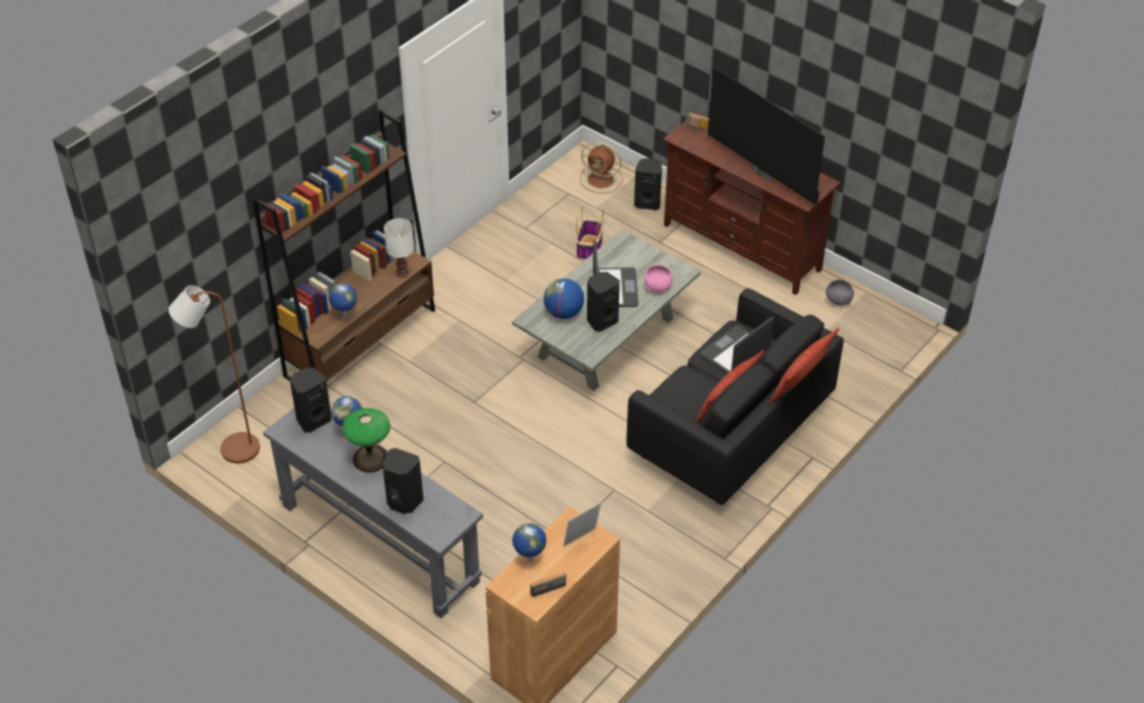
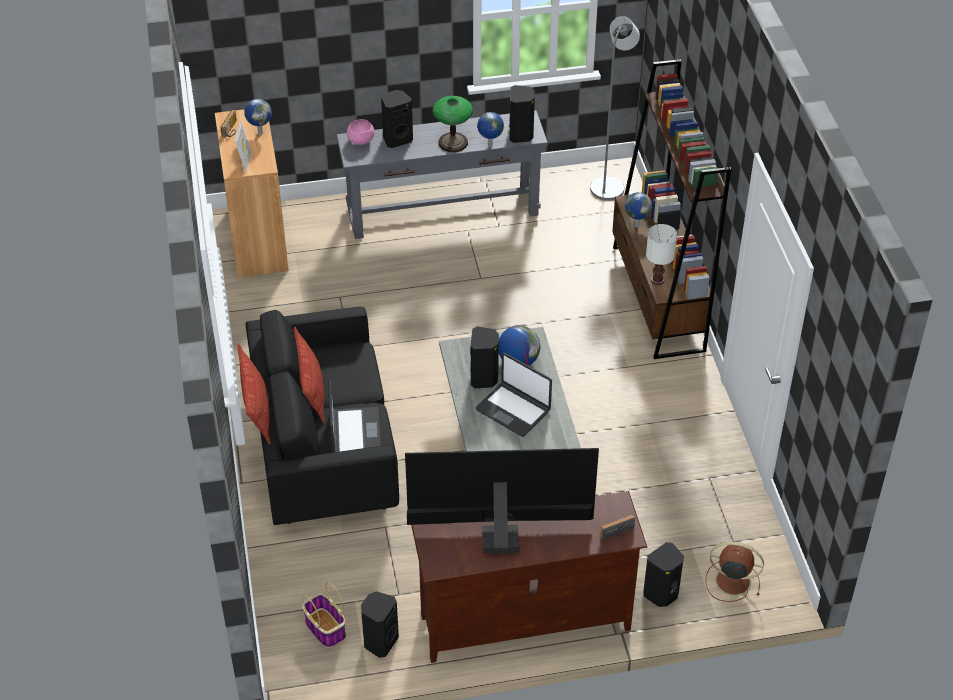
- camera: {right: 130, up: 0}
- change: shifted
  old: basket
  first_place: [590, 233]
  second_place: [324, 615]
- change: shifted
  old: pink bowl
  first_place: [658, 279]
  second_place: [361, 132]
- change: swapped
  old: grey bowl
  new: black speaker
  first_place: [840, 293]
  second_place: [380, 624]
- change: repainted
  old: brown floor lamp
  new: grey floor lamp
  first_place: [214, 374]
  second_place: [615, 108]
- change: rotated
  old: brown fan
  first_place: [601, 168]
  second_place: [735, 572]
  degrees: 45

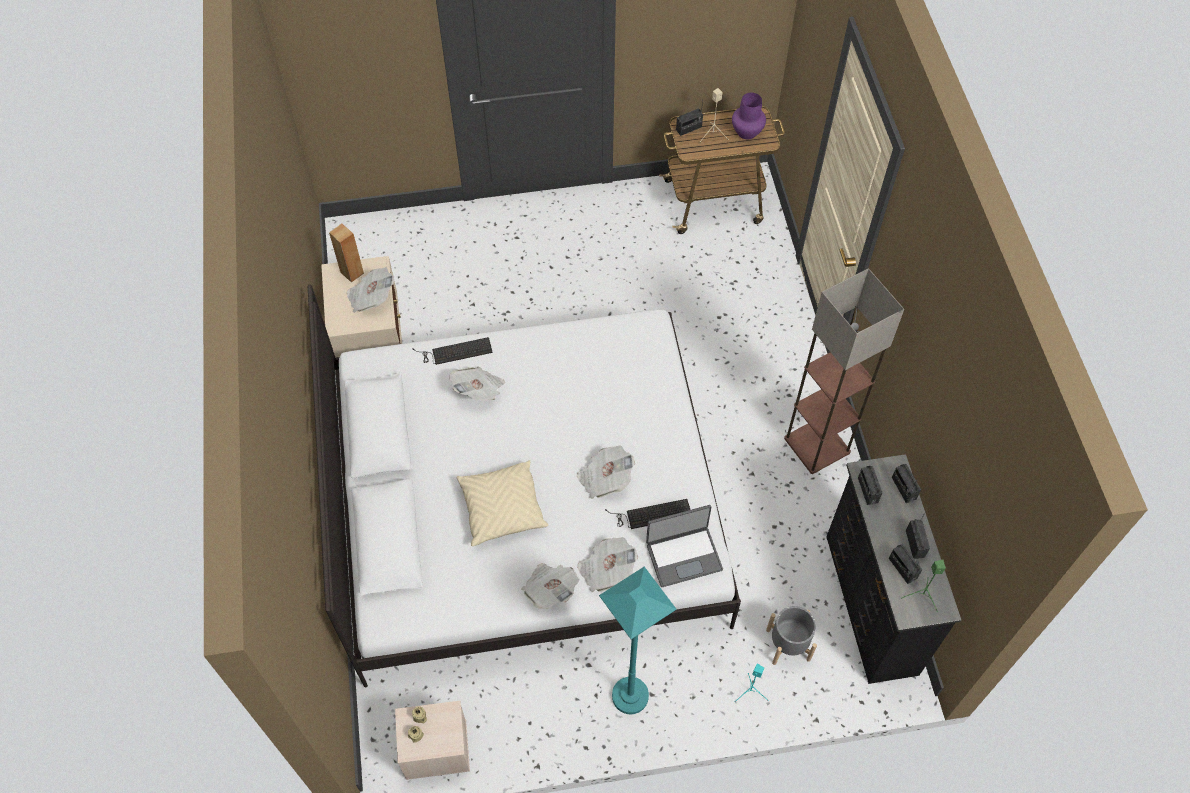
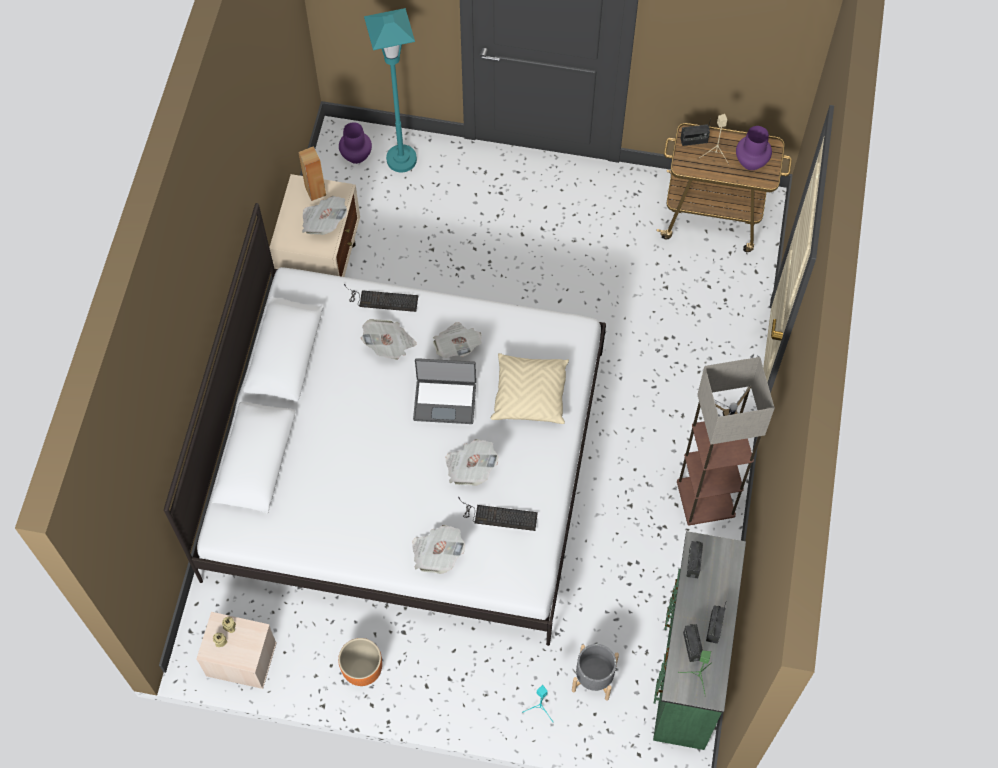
- camera: {right: 20, up: 5}
- change: gone
  old: radio
  first_place: [906, 483]
- change: new
  new: orange planter
  second_place: [360, 662]
- change: new
  new: purple vase
  second_place: [355, 143]
- change: shifted
  old: beige pillow
  first_place: [502, 503]
  second_place: [529, 388]
- change: shifted
  old: newspaper
  first_place: [550, 586]
  second_place: [457, 340]
- change: shifted
  old: turquoise floor lamp
  first_place: [638, 640]
  second_place: [390, 90]
- change: shifted
  old: laptop
  first_place: [684, 546]
  second_place: [444, 391]
- change: repainted
  old: black dresser
  new: green dresser
  first_place: [893, 569]
  second_place: [699, 640]

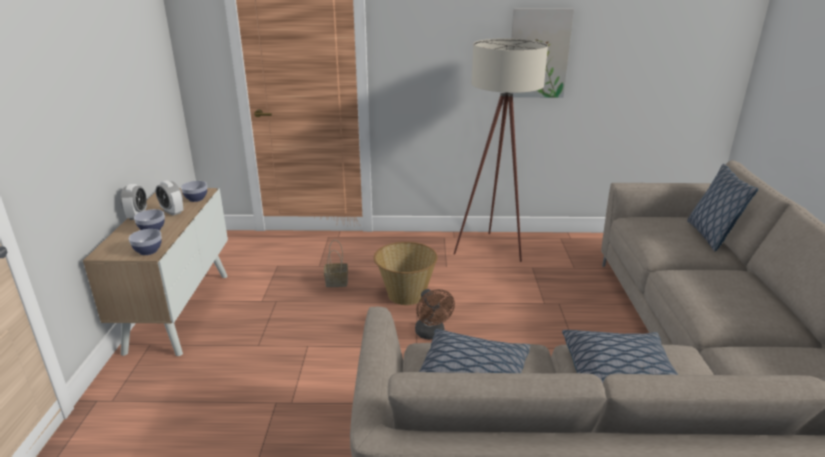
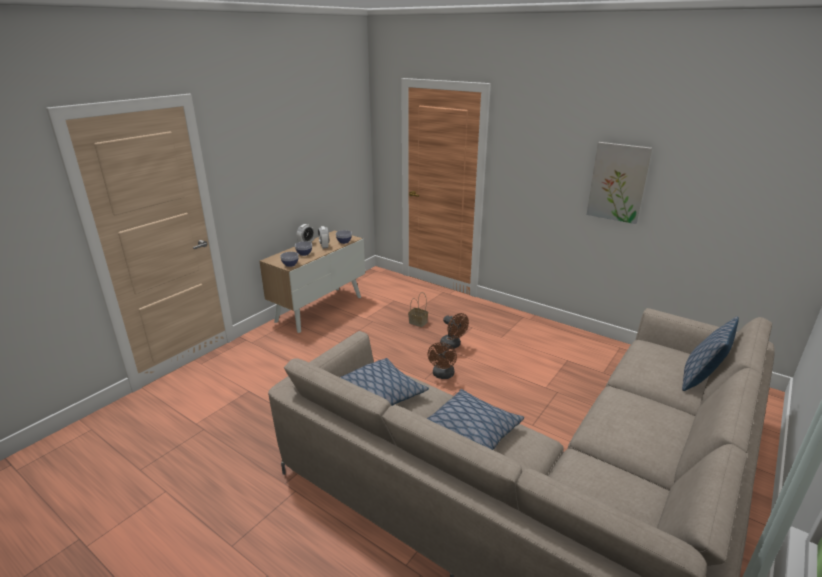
- camera: {right: 35, up: 0}
- change: gone
  old: beige floor lamp
  first_place: [501, 150]
- change: swapped
  old: basket
  new: brown fan
  first_place: [406, 273]
  second_place: [454, 331]

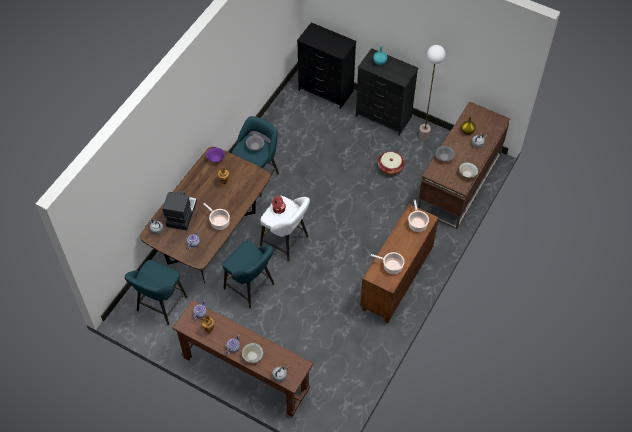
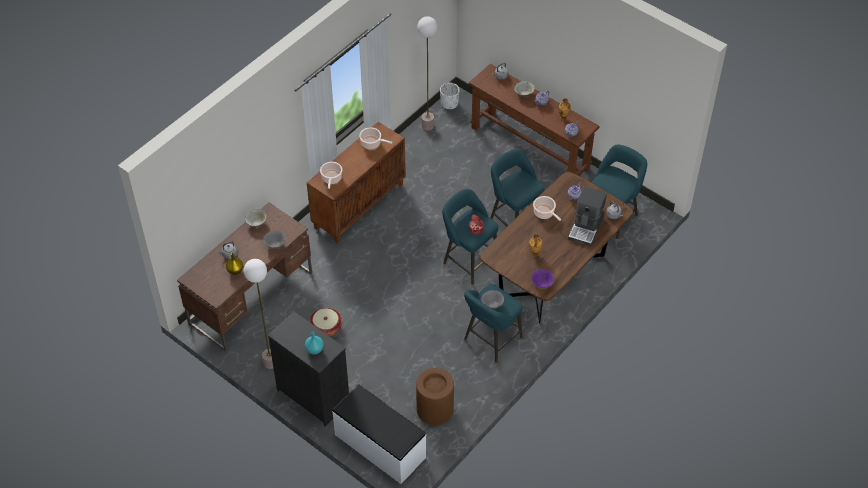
- camera: {right: -170, up: -5}
- change: new
  new: brown trash can
  second_place: [435, 396]
- change: new
  new: floor lamp
  second_place: [427, 73]
- change: new
  new: white planter
  second_place: [449, 96]
- change: swapped
  old: black dresser
  new: white bench
  first_place: [327, 65]
  second_place: [379, 434]
- change: repainted
  old: white stool
  new: turquoise stool
  first_place: [285, 228]
  second_place: [470, 237]

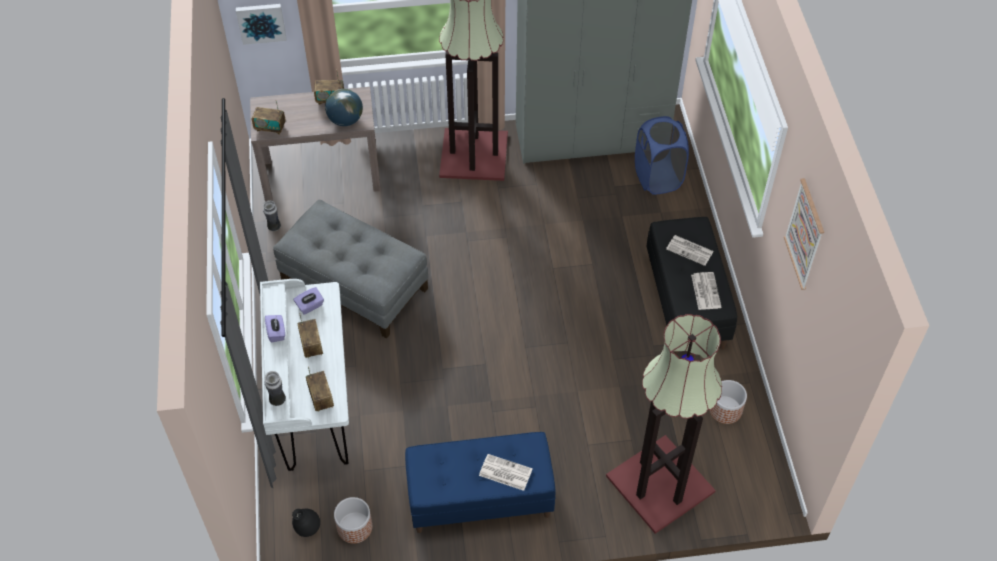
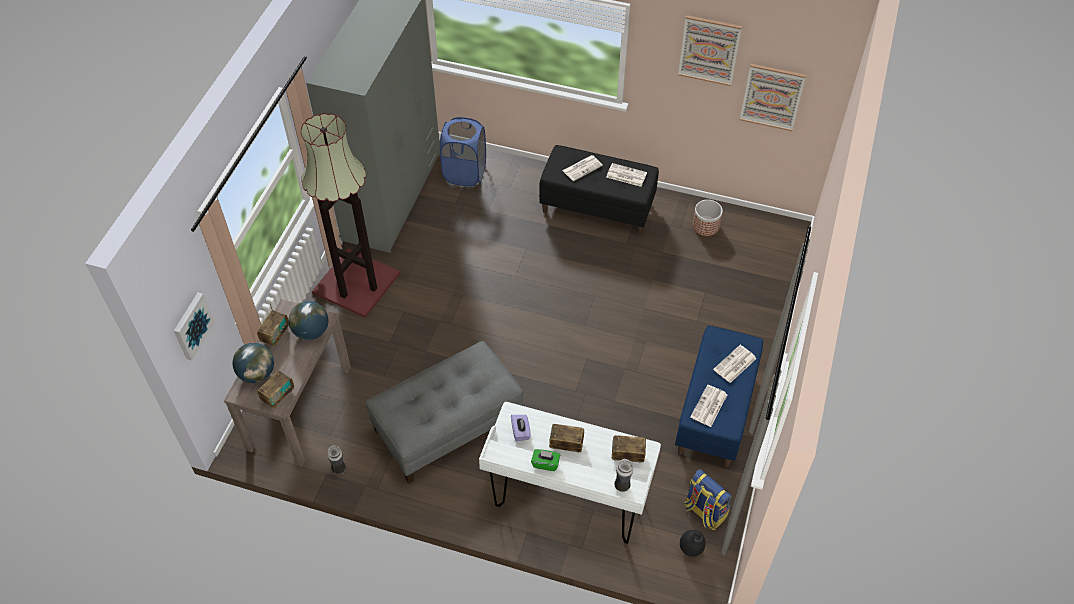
- camera: {right: -65, up: 0}
- change: gone
  old: floor lamp
  first_place: [664, 424]
- change: new
  new: globe
  second_place: [253, 363]
- change: new
  new: newspaper
  second_place: [709, 405]
- change: new
  new: picture
  second_place: [773, 97]
- change: swapped
  old: planter
  new: backpack
  first_place: [353, 520]
  second_place: [708, 499]
- change: repainted
  old: purple tissue box
  new: green tissue box
  first_place: [275, 328]
  second_place: [545, 460]

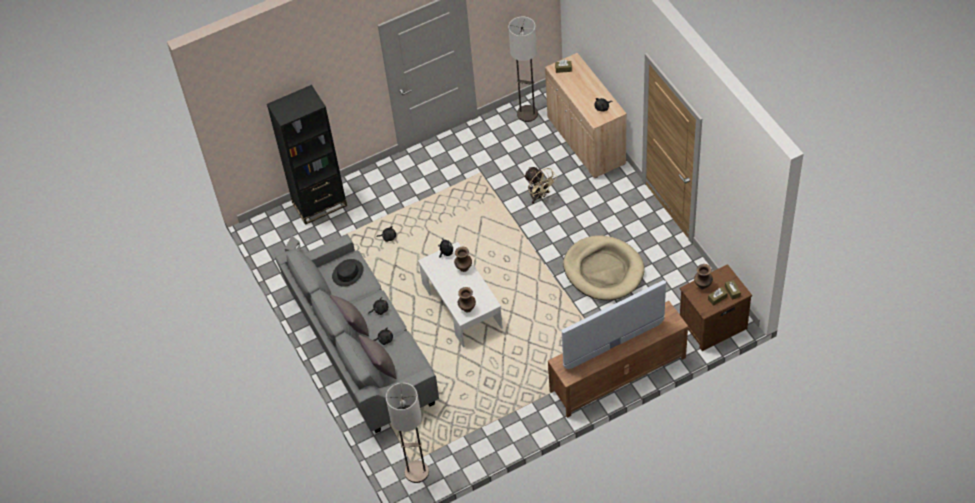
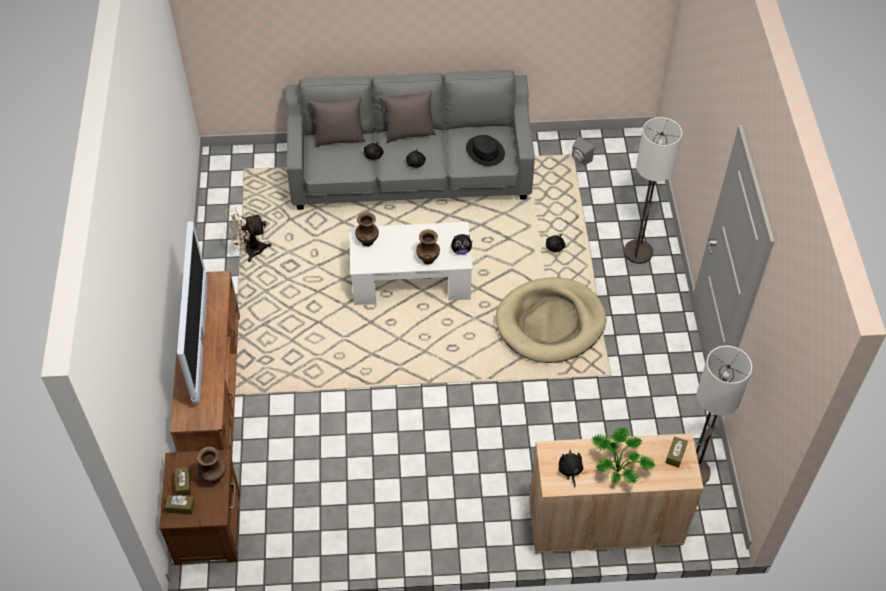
- camera: {right: 110, up: 0}
- change: gone
  old: black bookcase
  first_place: [307, 155]
- change: new
  new: potted plant
  second_place: [623, 455]
- change: shifted
  old: floor lamp
  first_place: [407, 433]
  second_place: [653, 190]
- change: shifted
  old: beige fan
  first_place: [540, 185]
  second_place: [249, 234]
- change: shifted
  old: beige dog bed
  first_place: [604, 267]
  second_place: [551, 320]

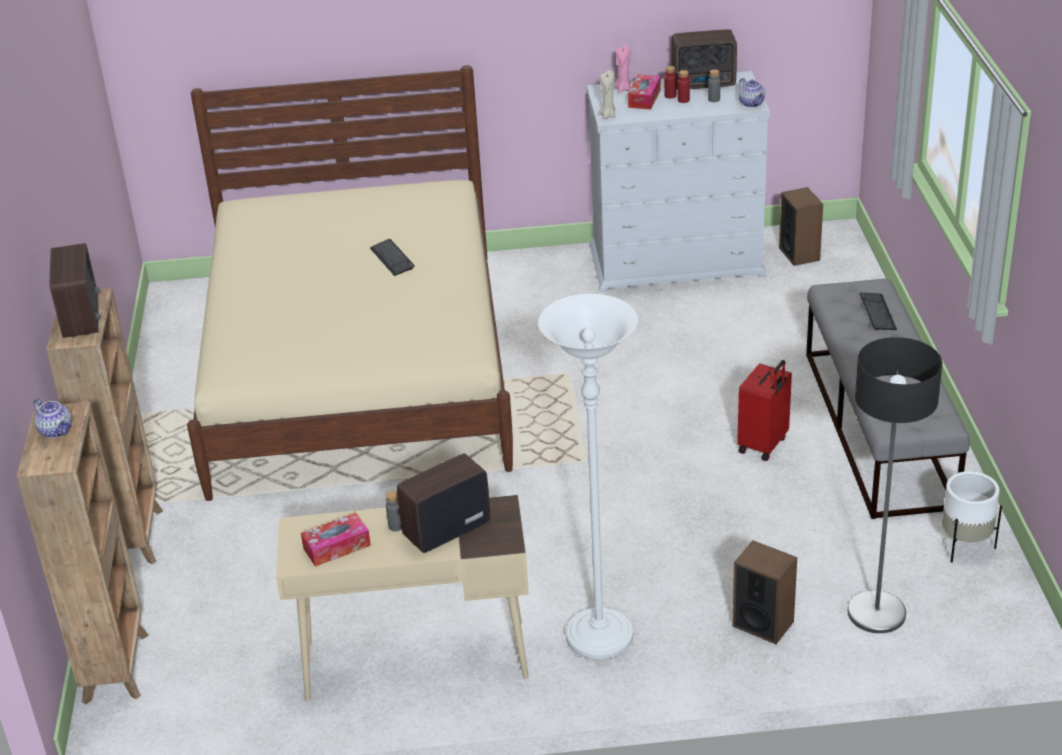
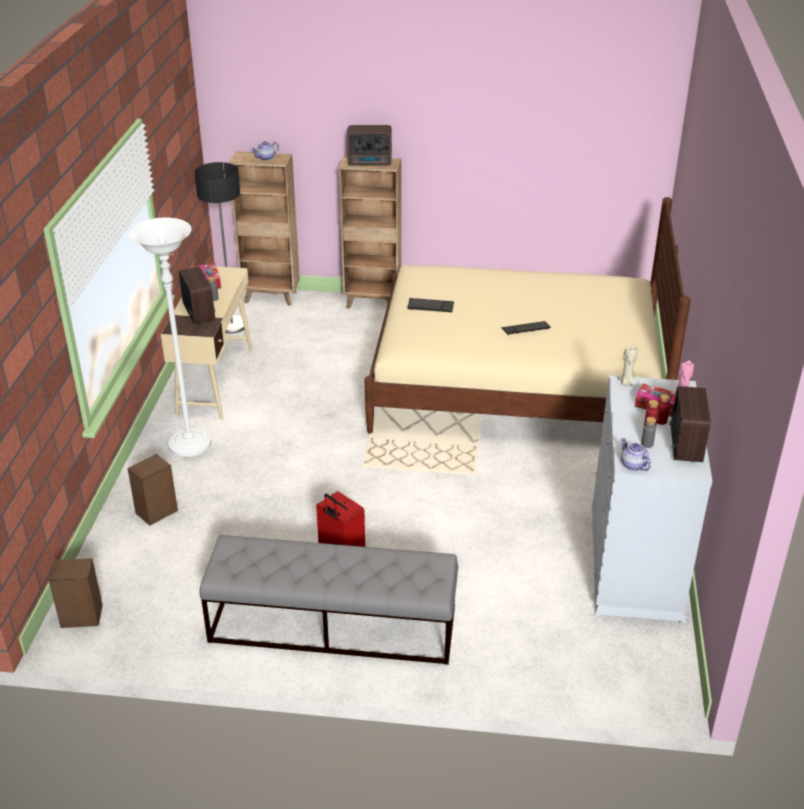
- camera: {right: 100, up: 0}
- change: gone
  old: white planter
  first_place: [972, 517]
- change: shifted
  old: speaker
  first_place: [801, 226]
  second_place: [76, 593]
- change: shifted
  old: floor lamp
  first_place: [894, 485]
  second_place: [221, 248]
- change: shifted
  old: keyboard
  first_place: [878, 311]
  second_place: [430, 305]
- change: rotated
  old: teapot
  first_place: [752, 92]
  second_place: [636, 454]
  degrees: 75

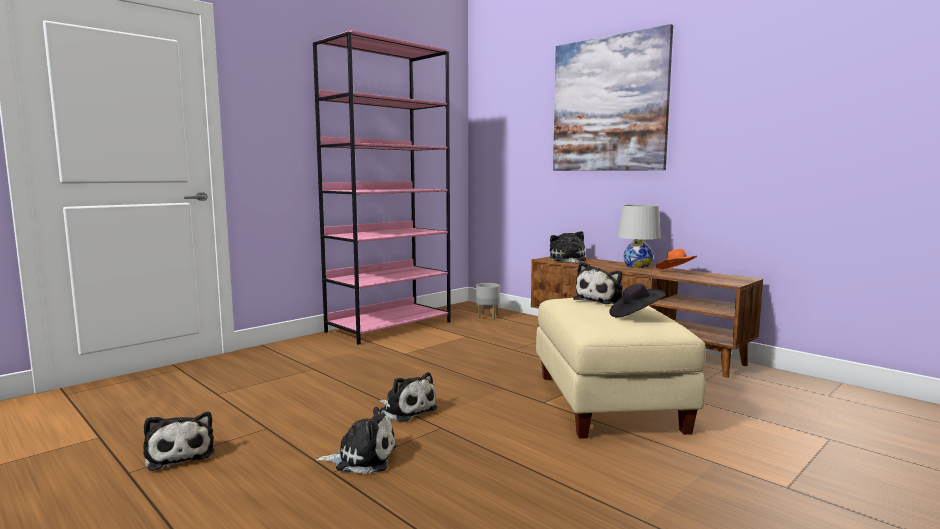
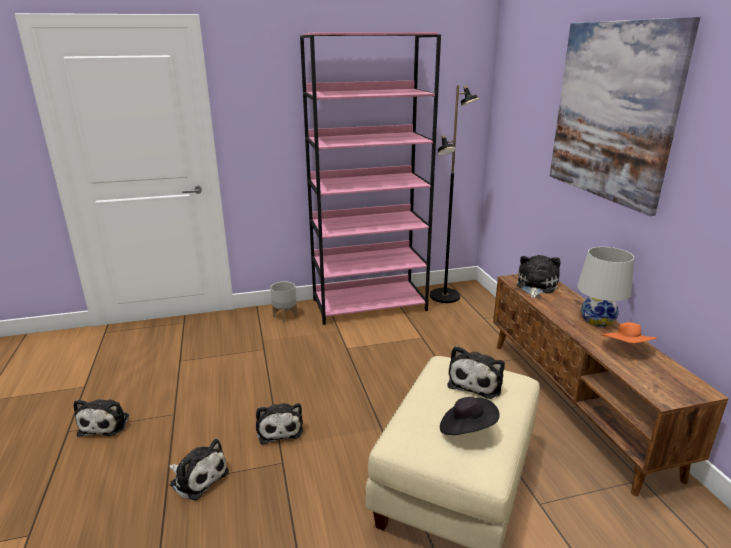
- camera: {right: 30, up: 15}
- change: new
  new: black floor lamp
  second_place: [454, 194]
- change: shifted
  old: grey planter
  first_place: [488, 301]
  second_place: [283, 302]
- change: rotated
  old: plush toy
  first_place: [598, 283]
  second_place: [476, 372]
  degrees: -45

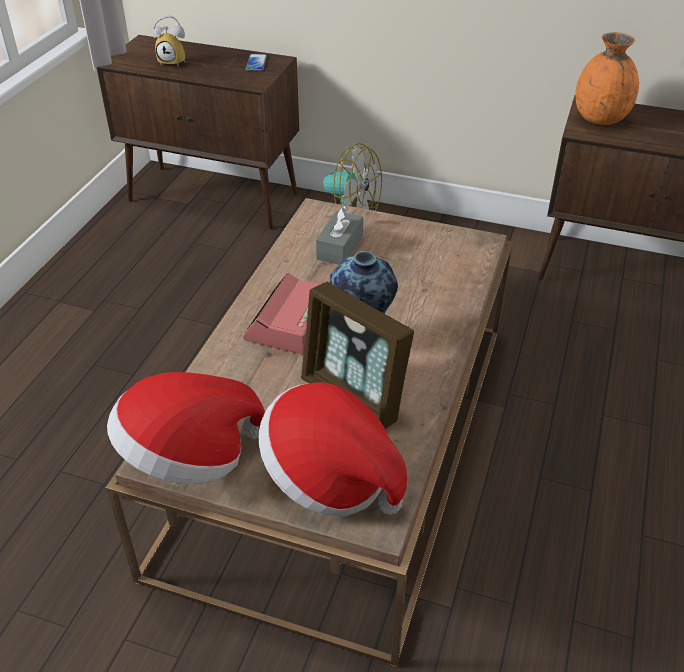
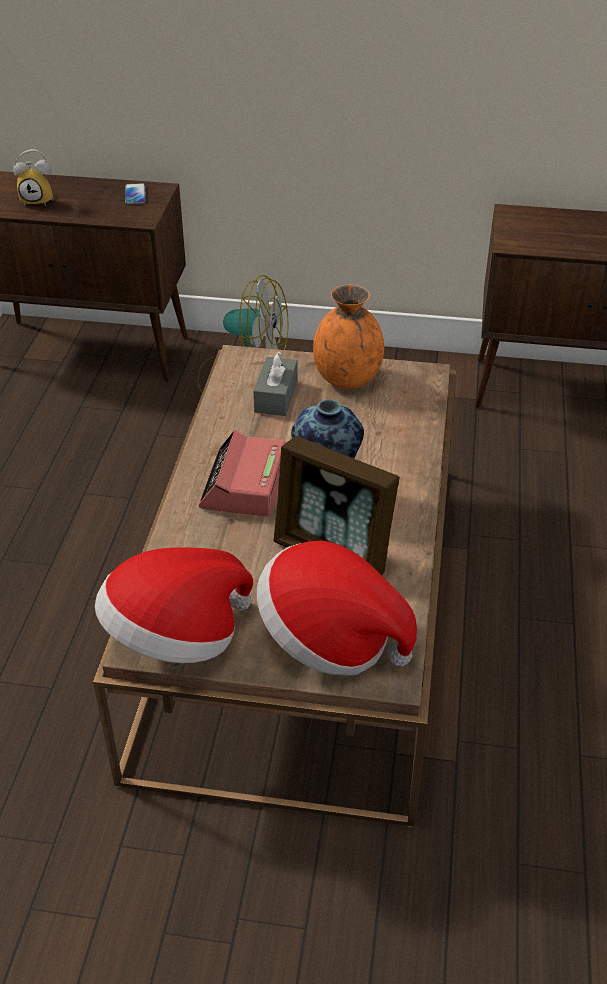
- camera: {right: -10, up: 0}
- change: shifted
  old: orange vase
  first_place: [607, 78]
  second_place: [348, 337]

